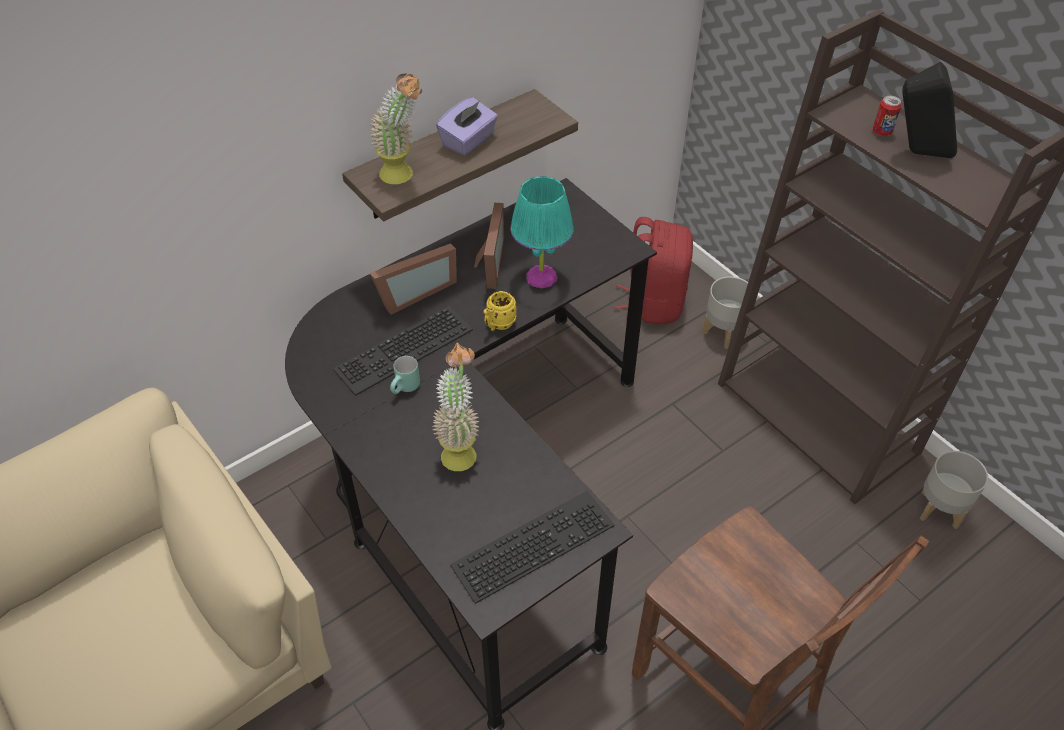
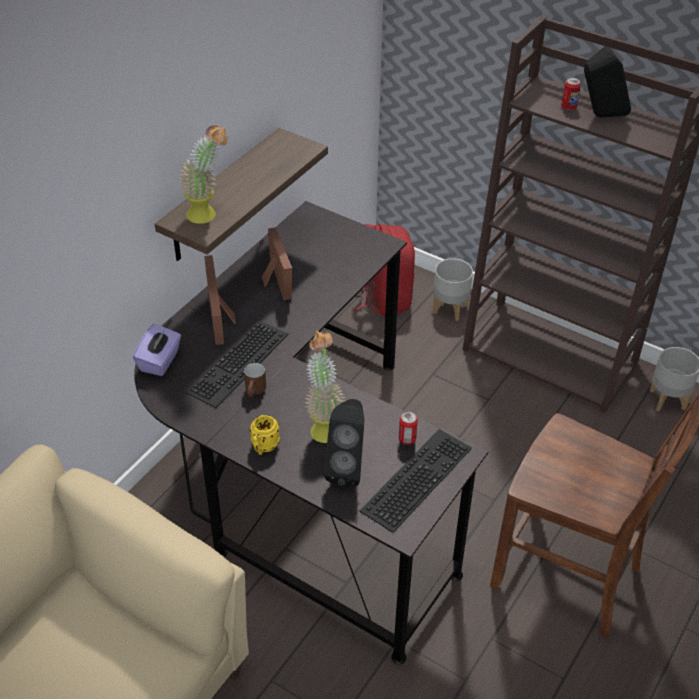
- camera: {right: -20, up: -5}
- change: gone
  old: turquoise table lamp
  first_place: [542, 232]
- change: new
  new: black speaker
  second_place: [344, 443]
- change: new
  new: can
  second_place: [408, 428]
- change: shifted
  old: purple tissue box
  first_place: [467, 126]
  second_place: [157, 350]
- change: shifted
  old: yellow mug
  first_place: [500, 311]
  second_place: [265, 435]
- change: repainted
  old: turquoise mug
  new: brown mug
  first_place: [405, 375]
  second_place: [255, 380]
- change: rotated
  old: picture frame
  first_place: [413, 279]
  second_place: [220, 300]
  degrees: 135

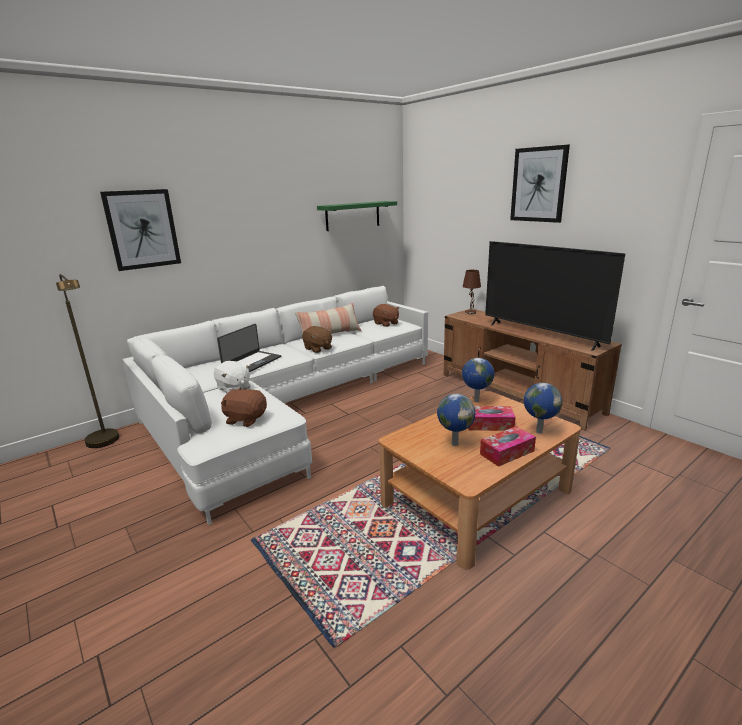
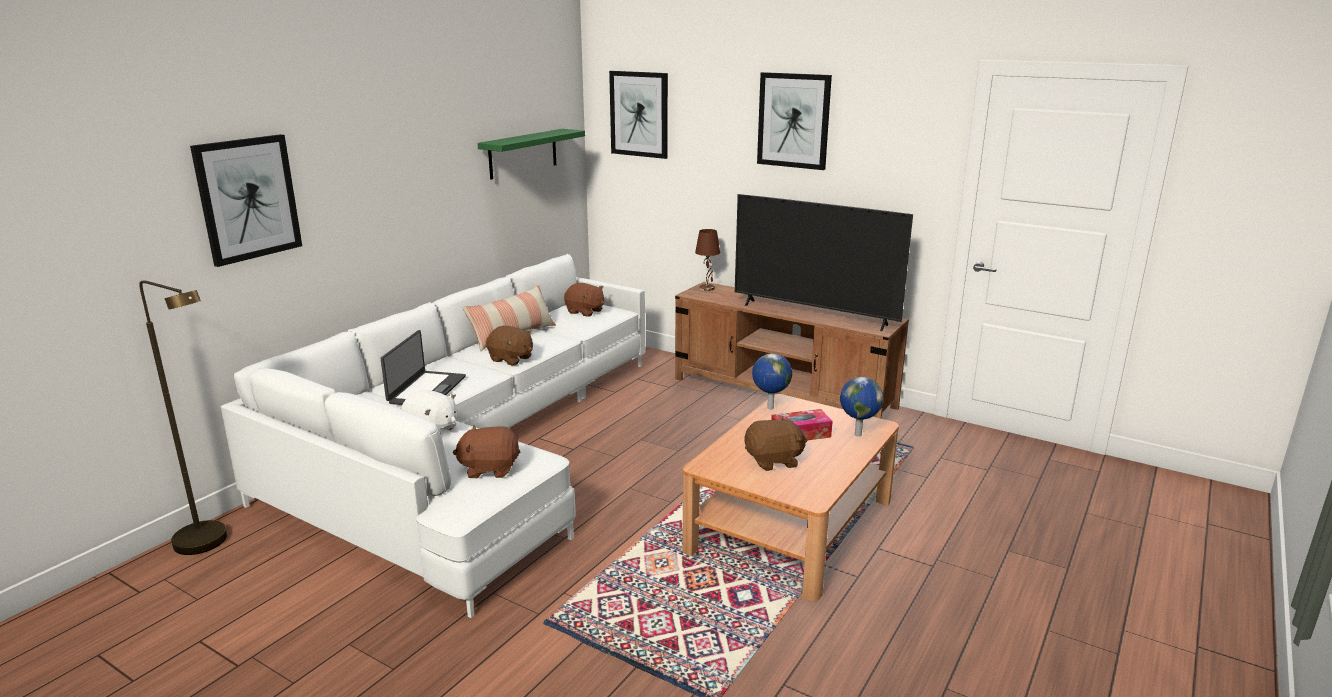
- camera: {right: -20, up: 0}
- change: gone
  old: tissue box
  first_place: [508, 446]
- change: new
  new: picture
  second_place: [638, 115]
- change: swapped
  old: globe
  new: brown plush toy
  first_place: [456, 420]
  second_place: [775, 444]

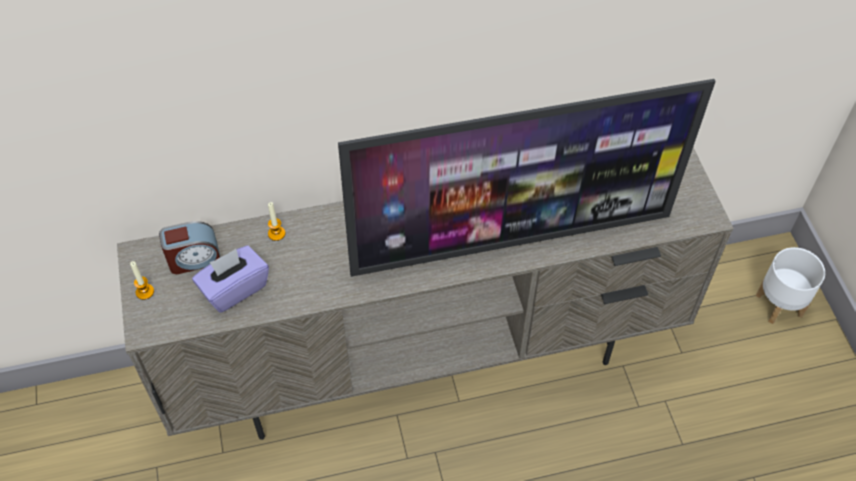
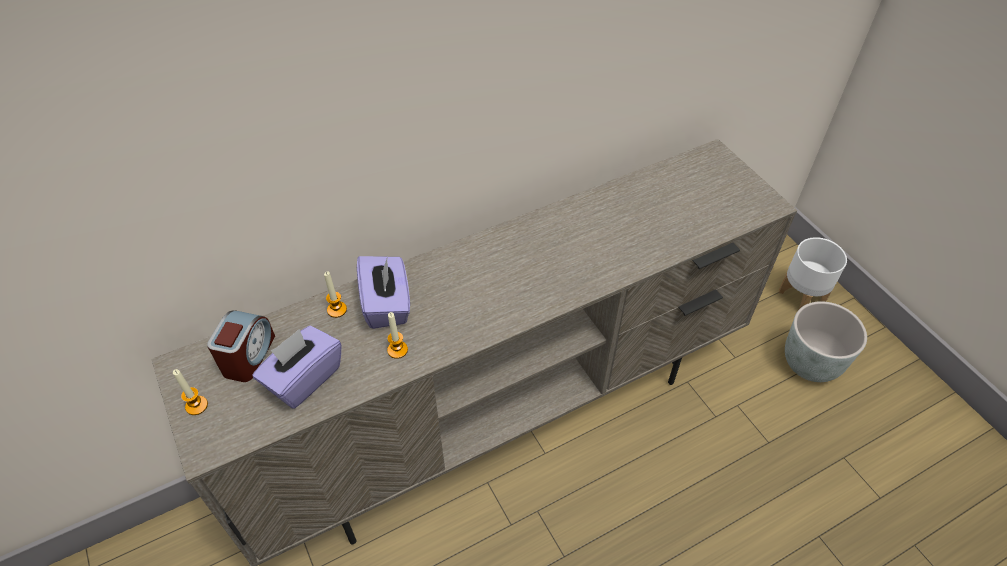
- camera: {right: -15, up: -5}
- change: gone
  old: television
  first_place: [527, 178]
- change: new
  new: purple tissue box
  second_place: [383, 292]
- change: new
  new: candle
  second_place: [397, 335]
- change: new
  new: grey planter
  second_place: [826, 341]
- change: rotated
  old: alarm clock
  first_place: [189, 247]
  second_place: [241, 346]
  degrees: -45

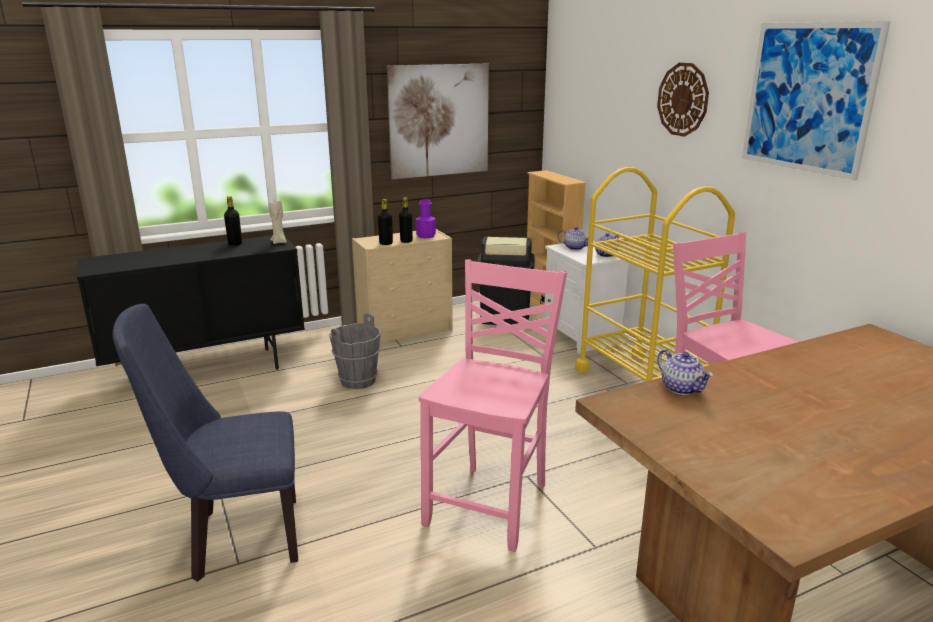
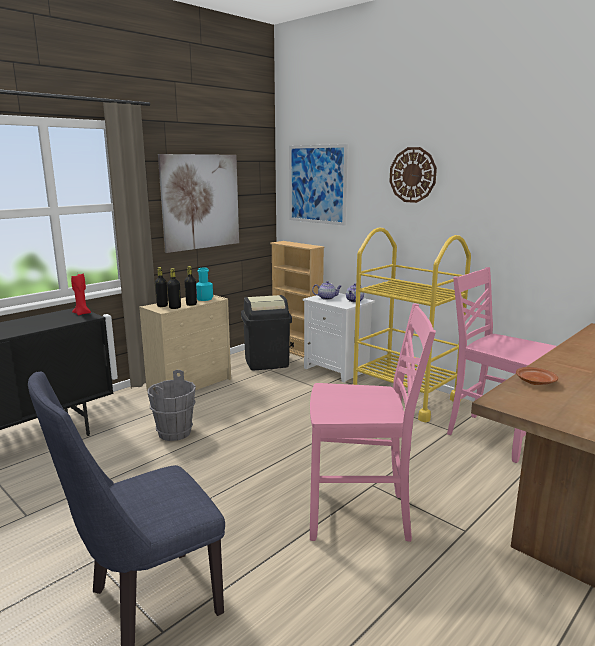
- camera: {right: -20, up: -5}
- change: shifted
  old: black bottle
  first_place: [233, 221]
  second_place: [161, 287]
- change: shifted
  old: picture
  first_place: [816, 101]
  second_place: [318, 185]
- change: swapped
  old: teapot
  new: brown plate
  first_place: [685, 372]
  second_place: [537, 376]
- change: repainted
  old: beige candle
  new: red candle
  first_place: [277, 222]
  second_place: [81, 294]
- change: repainted
  old: purple bottle
  new: turquoise bottle
  first_place: [426, 219]
  second_place: [204, 284]
- change: rotated
  old: pink chair
  first_place: [493, 405]
  second_place: [373, 422]
  degrees: 90

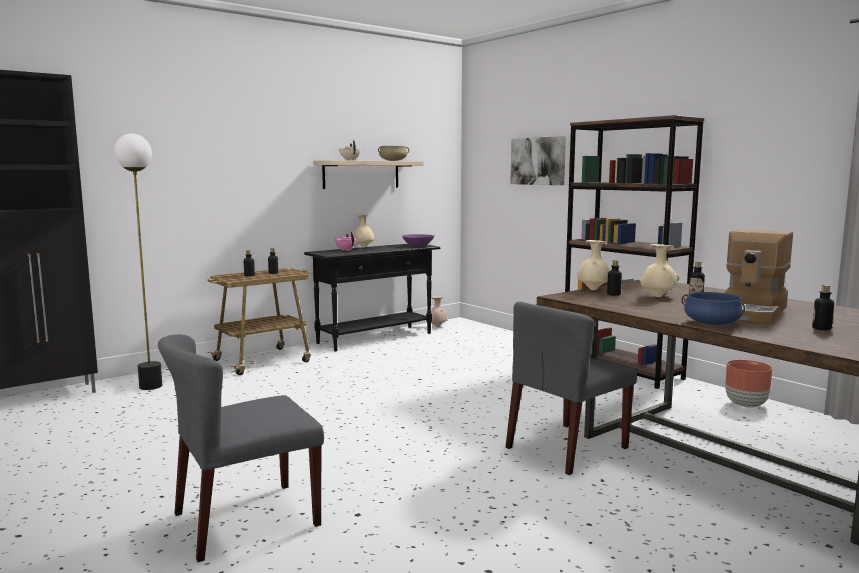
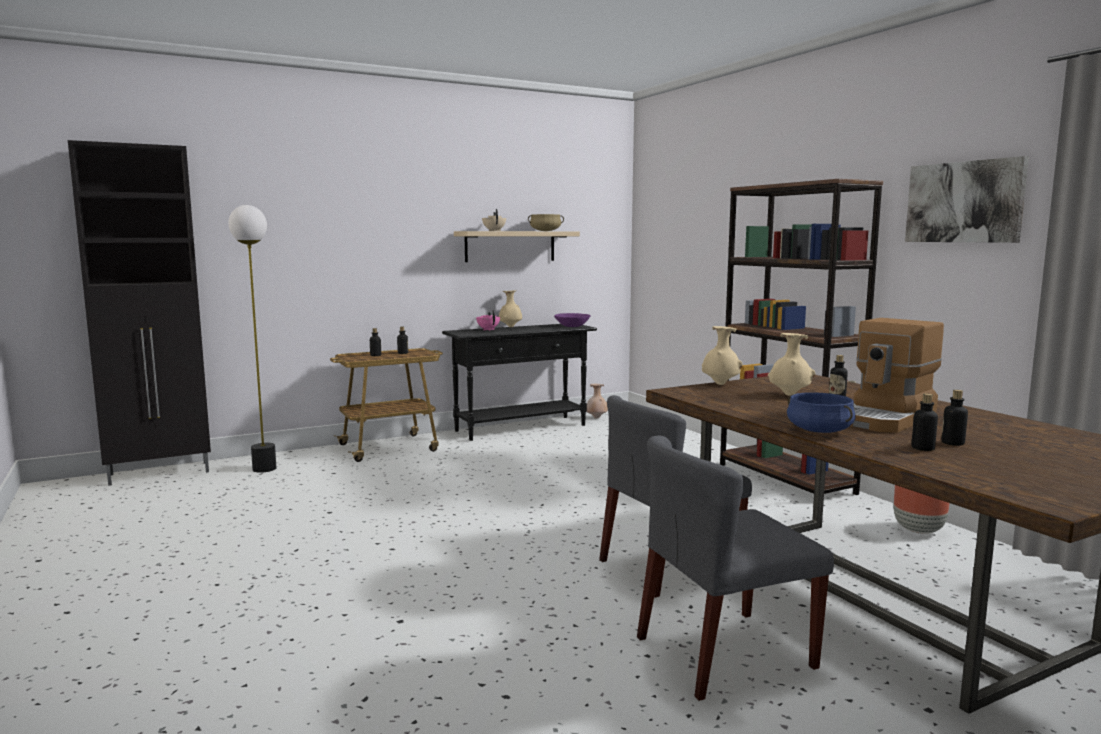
- camera: {right: 10, up: 0}
- change: shifted
  old: grey chair
  first_place: [241, 448]
  second_place: [735, 568]
- change: shifted
  old: picture
  first_place: [538, 160]
  second_place: [967, 199]
- change: shifted
  old: bottle
  first_place: [614, 278]
  second_place: [924, 422]

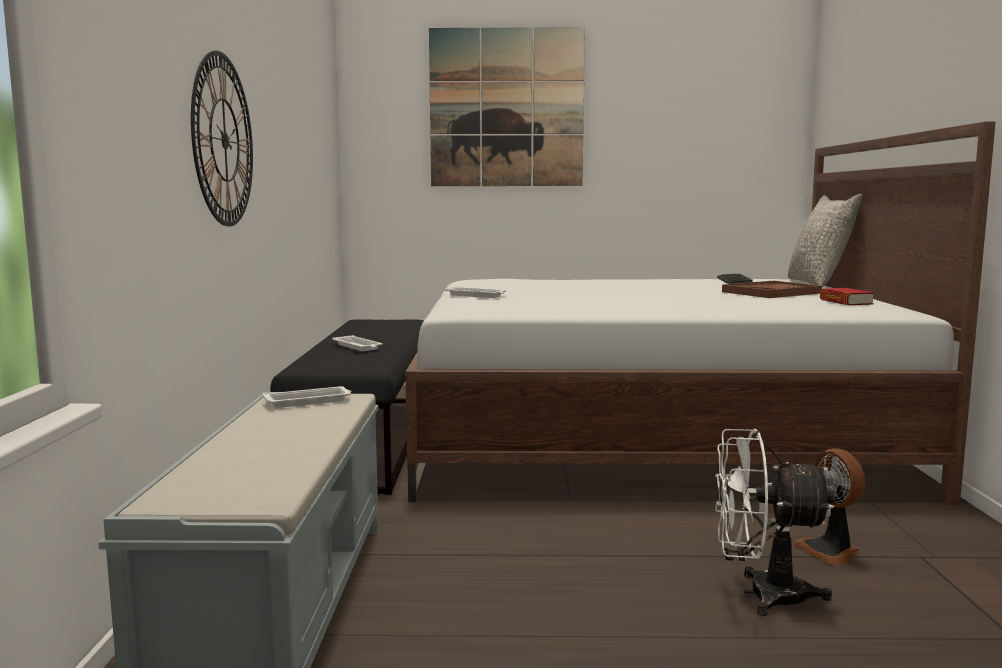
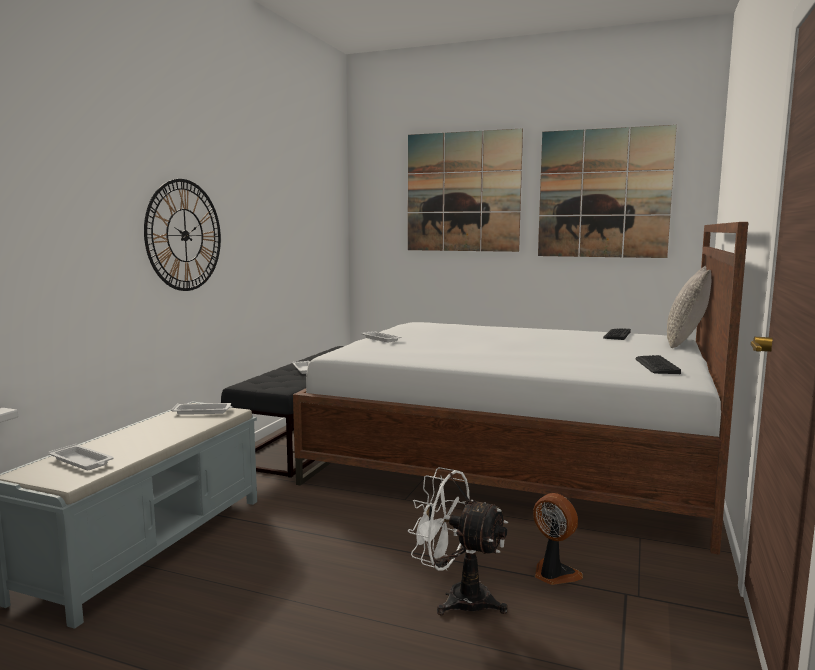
- camera: {right: 20, up: 0}
- change: gone
  old: brown tray
  first_place: [772, 289]
- change: new
  new: white tray
  second_place: [81, 457]
- change: new
  new: picture
  second_place: [607, 191]
- change: swapped
  old: book
  new: keyboard
  first_place: [847, 296]
  second_place: [658, 364]
- change: rotated
  old: fan
  first_place: [829, 507]
  second_place: [558, 539]
  degrees: 135

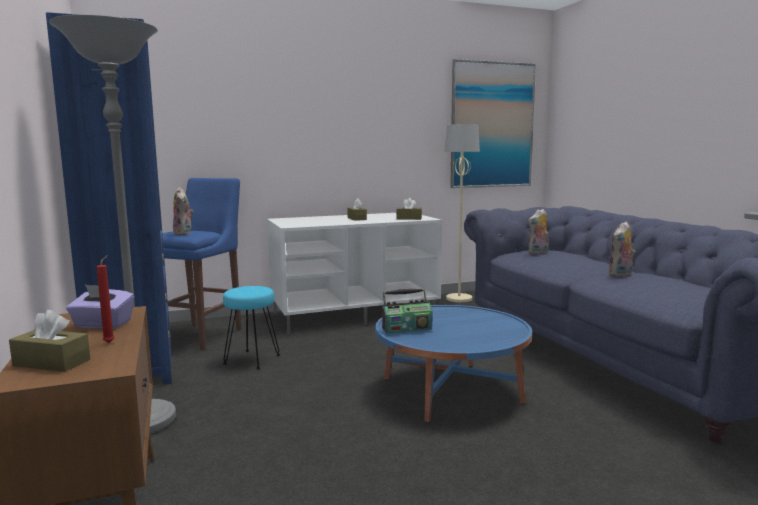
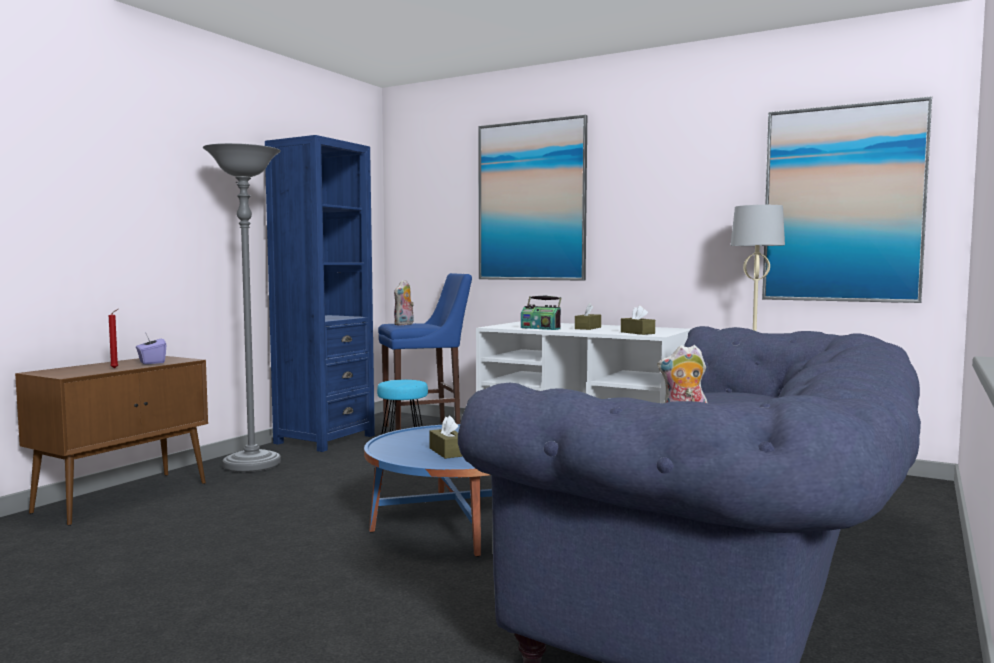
- camera: {right: 50, up: -5}
- change: gone
  old: plush toy
  first_place: [538, 231]
- change: new
  new: picture
  second_place: [532, 198]
- change: shifted
  old: brown tissue box
  first_place: [49, 340]
  second_place: [446, 437]
- change: shifted
  old: radio
  first_place: [407, 311]
  second_place: [541, 313]

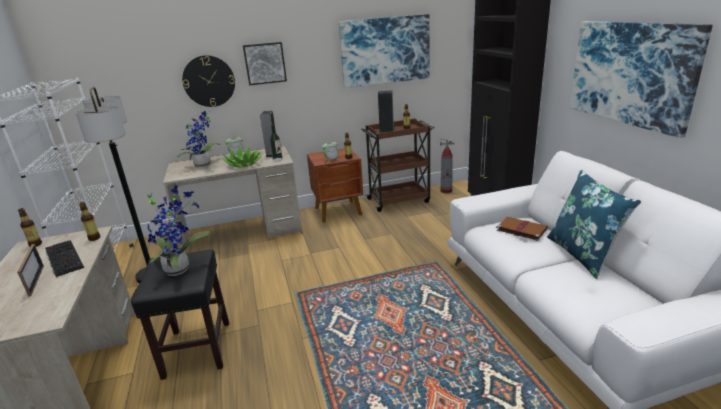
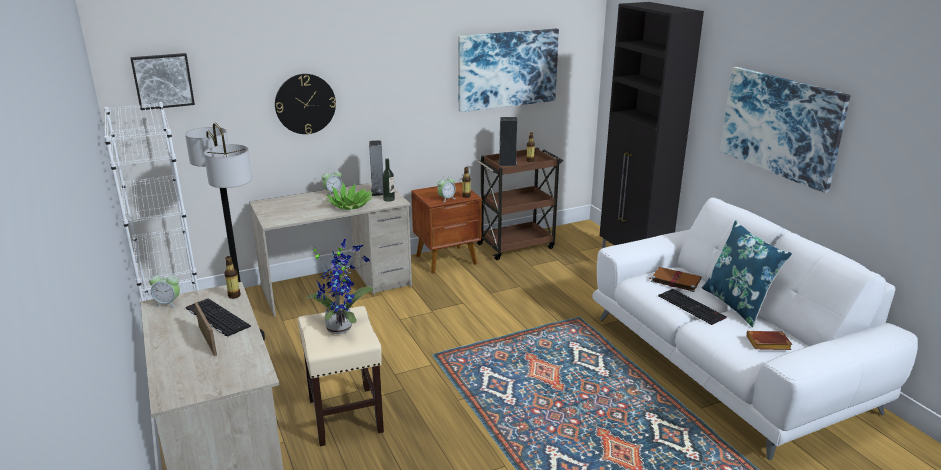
- camera: {right: -10, up: 0}
- change: gone
  old: potted plant
  first_place: [199, 139]
- change: gone
  old: fire extinguisher
  first_place: [447, 166]
- change: new
  new: keyboard
  second_place: [692, 307]
- change: new
  new: brown book
  second_place: [769, 340]
- change: shifted
  old: picture
  first_place: [265, 63]
  second_place: [162, 81]
- change: swapped
  old: bottle
  new: alarm clock
  first_place: [30, 227]
  second_place: [164, 289]
- change: repainted
  old: black stool
  new: beige stool
  first_place: [180, 315]
  second_place: [341, 376]

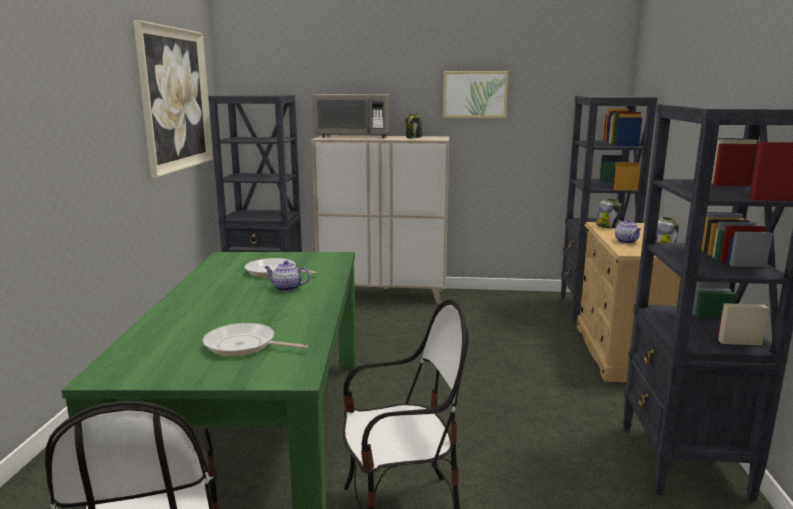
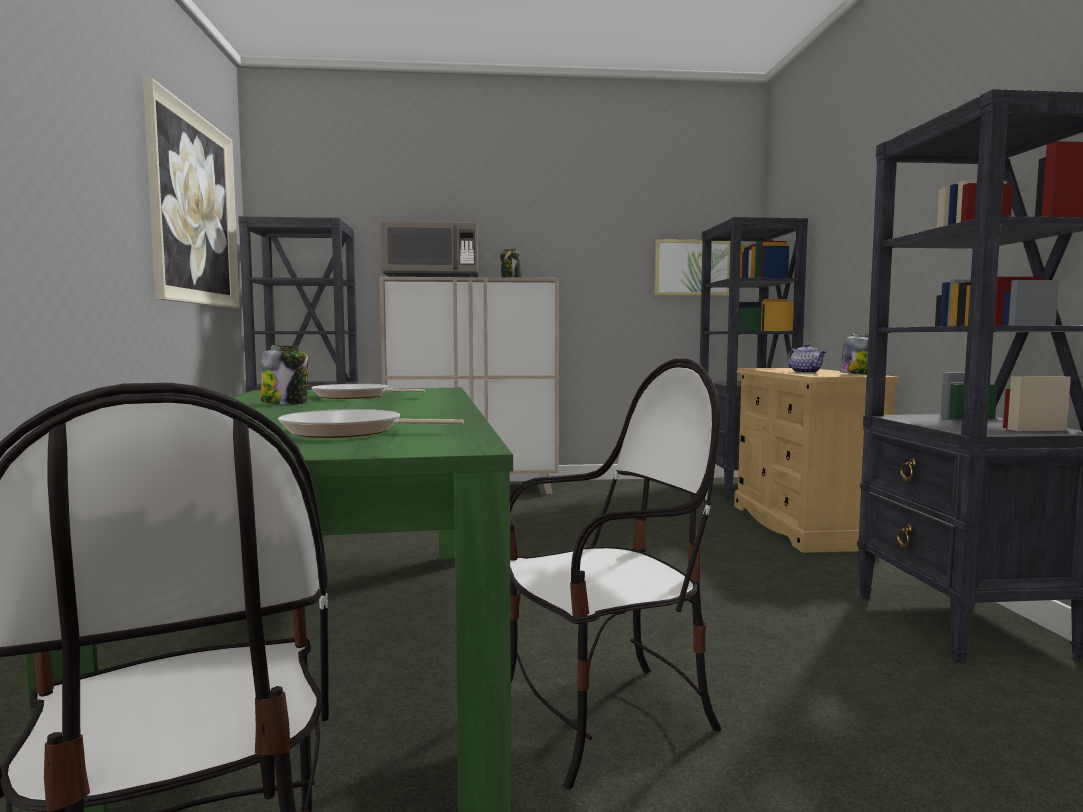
- camera: {right: -10, up: -10}
- change: gone
  old: teapot
  first_place: [287, 276]
- change: shifted
  old: picture
  first_place: [475, 94]
  second_place: [692, 267]
- change: shifted
  old: jar
  first_place: [608, 213]
  second_place: [284, 375]

